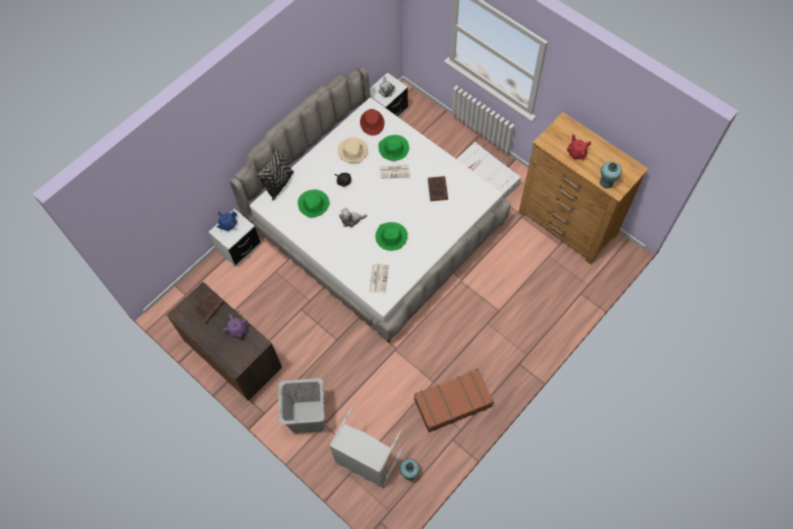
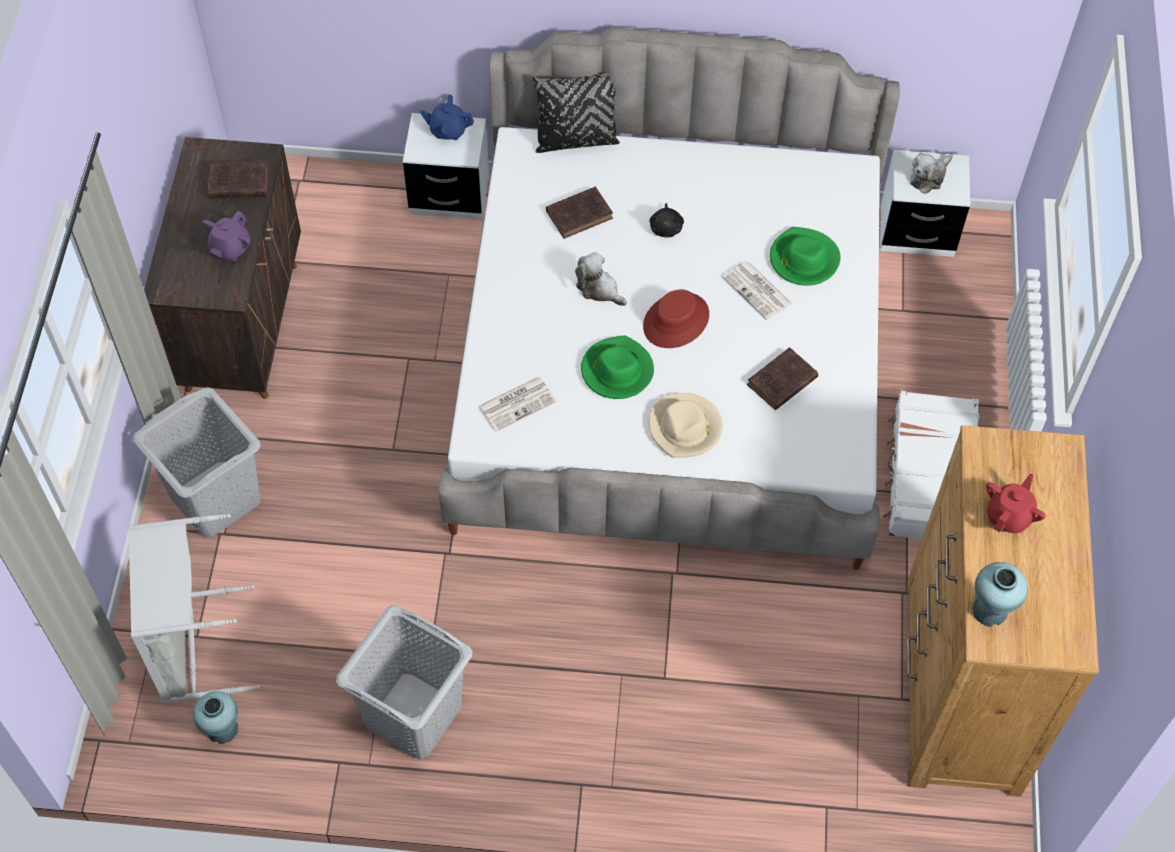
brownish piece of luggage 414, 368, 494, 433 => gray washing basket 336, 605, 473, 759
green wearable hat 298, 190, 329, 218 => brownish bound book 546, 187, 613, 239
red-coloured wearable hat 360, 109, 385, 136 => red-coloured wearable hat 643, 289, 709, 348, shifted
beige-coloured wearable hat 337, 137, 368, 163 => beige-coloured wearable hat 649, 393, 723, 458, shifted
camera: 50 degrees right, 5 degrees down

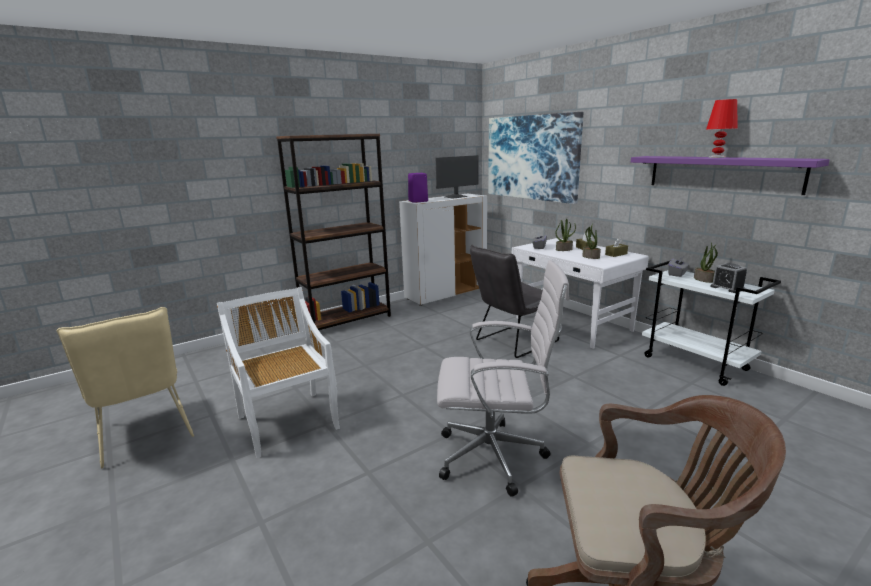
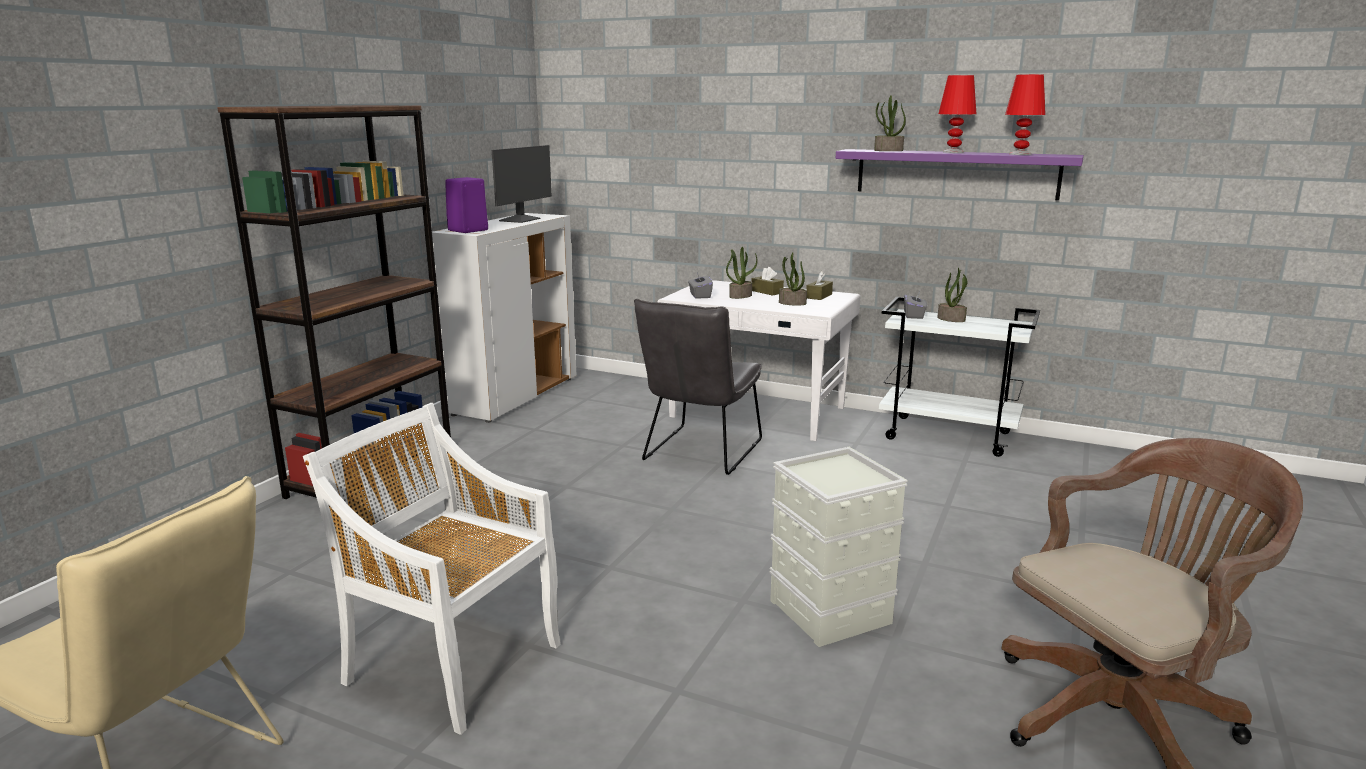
whitish computer chair 437, 260, 569, 497 => gray storage box 769, 447, 908, 647
nothing => plant in a pot 874, 95, 906, 151
nothing => red-coloured lamp for a table 1005, 74, 1046, 155
wall art 488, 112, 583, 204 => nothing
alarm clock 711, 263, 747, 293 => nothing
camera: 30 degrees left, 0 degrees up

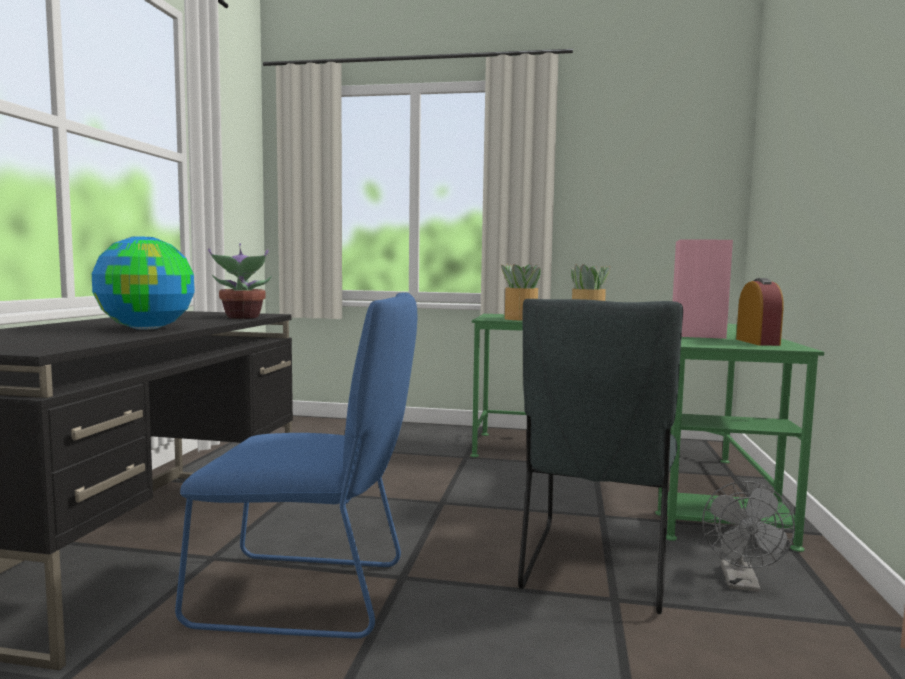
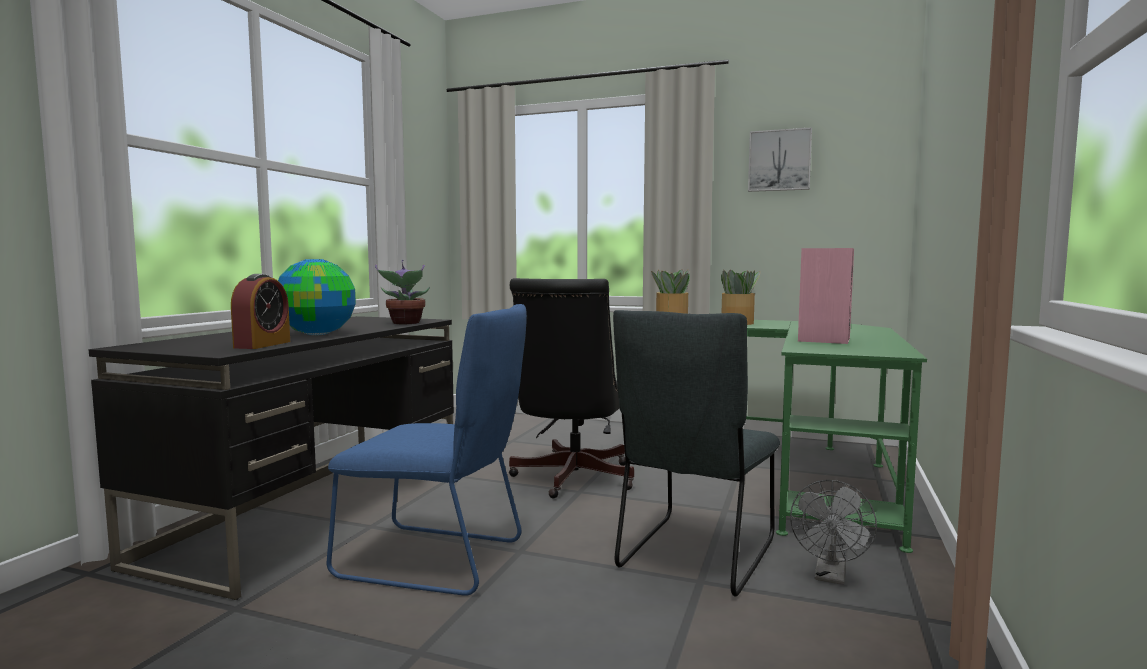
alarm clock 736, 278, 784, 346 => alarm clock 231, 274, 290, 349, shifted
nothing => black computer chair 509, 278, 634, 498
nothing => wall art 748, 127, 812, 192
camera: 10 degrees right, 0 degrees up

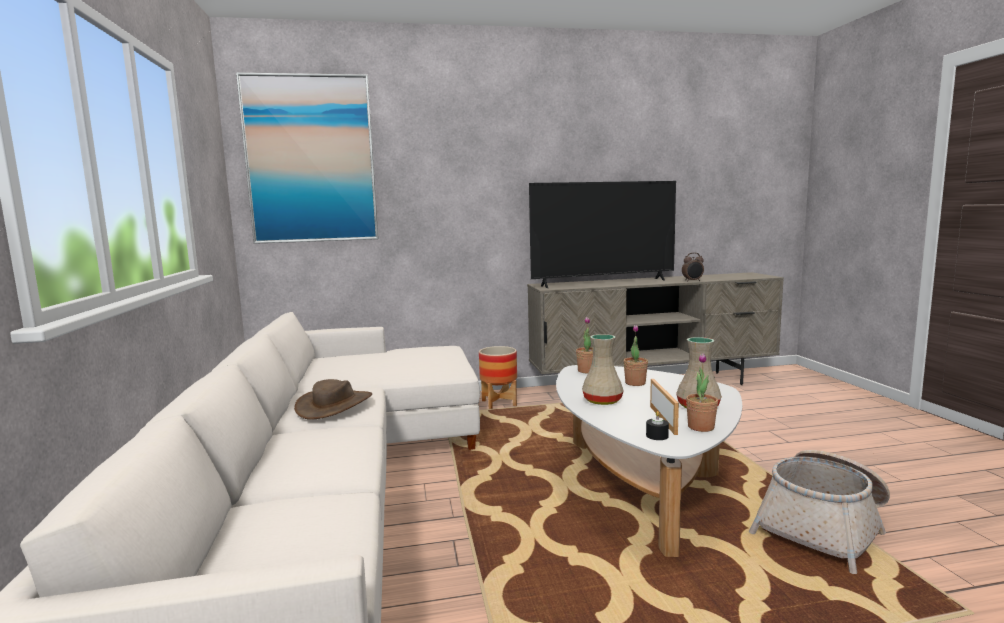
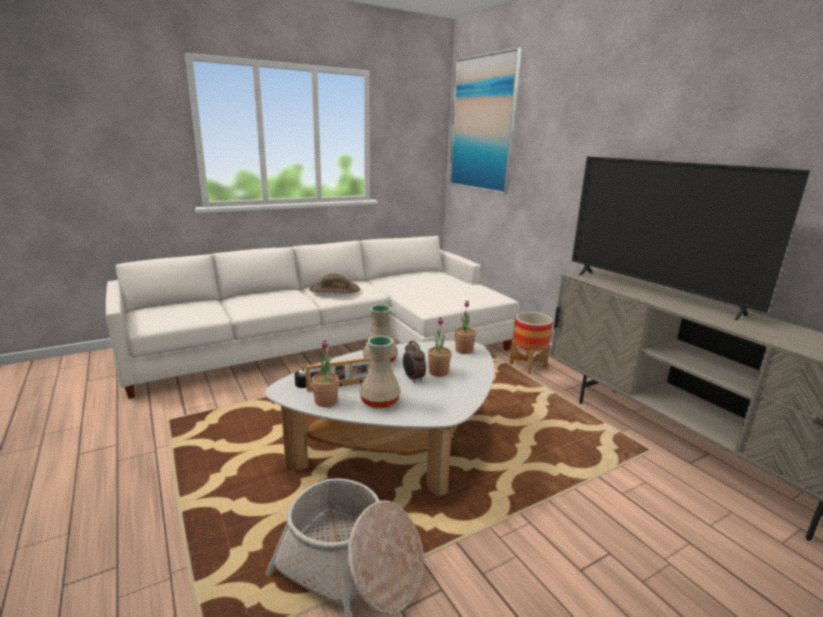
alarm clock 682, 253, 704, 281 => alarm clock 403, 340, 426, 383, shifted
camera: 70 degrees right, 10 degrees up

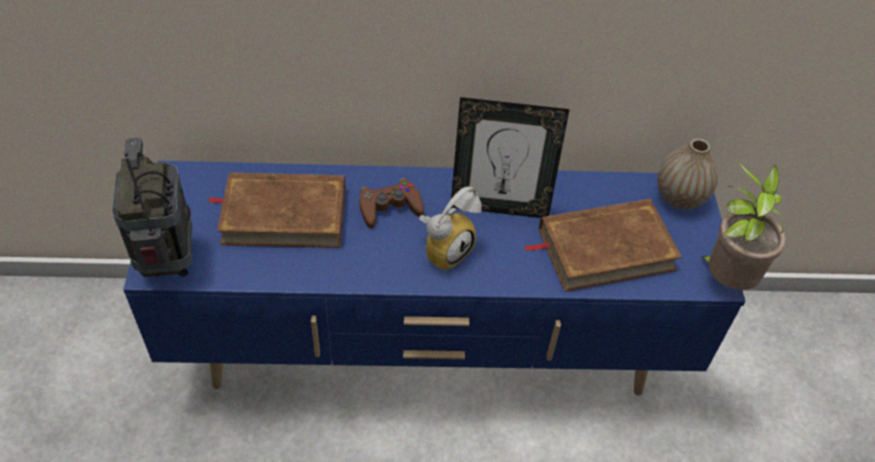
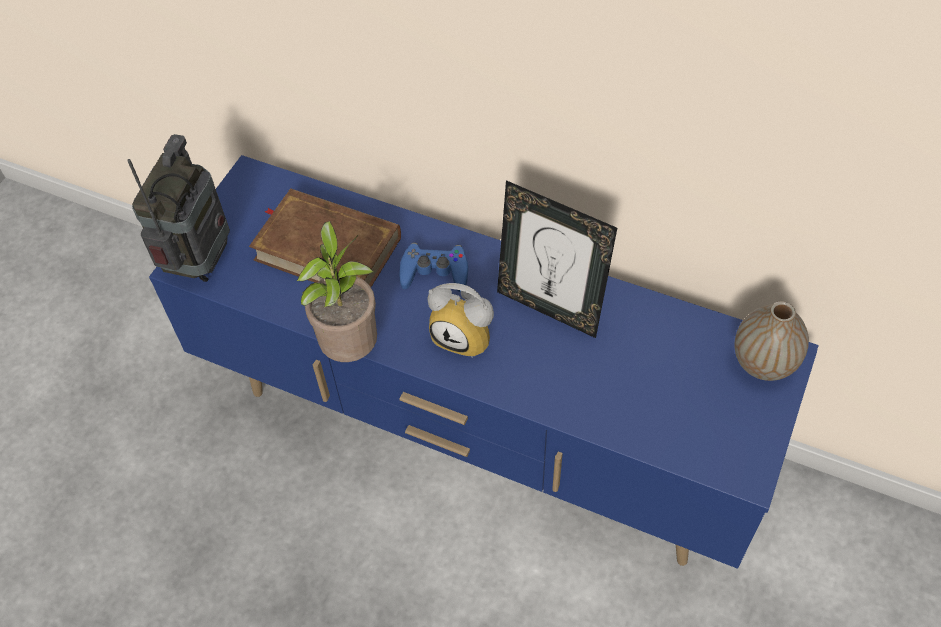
plant in a pot 702, 162, 786, 290 => plant in a pot 296, 221, 377, 362, shifted
brownish game controller 359, 178, 424, 228 => blue game controller 400, 242, 468, 292
alarm clock 419, 186, 482, 271 => alarm clock 427, 283, 494, 358, 45 degrees clockwise
brownish bound book 524, 199, 682, 292 => nothing
camera: 30 degrees right, 5 degrees up

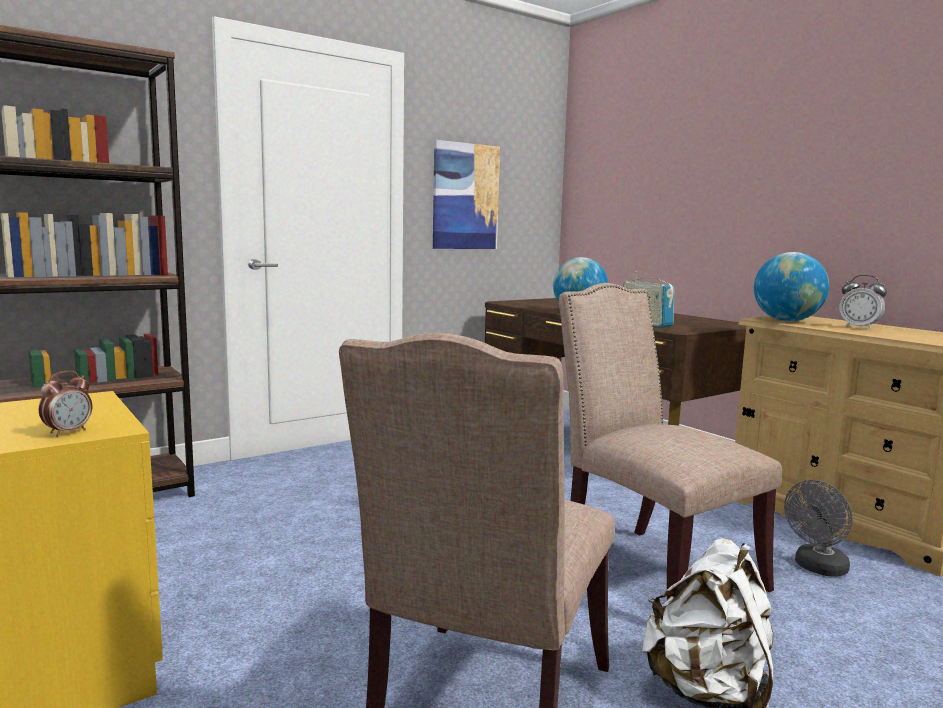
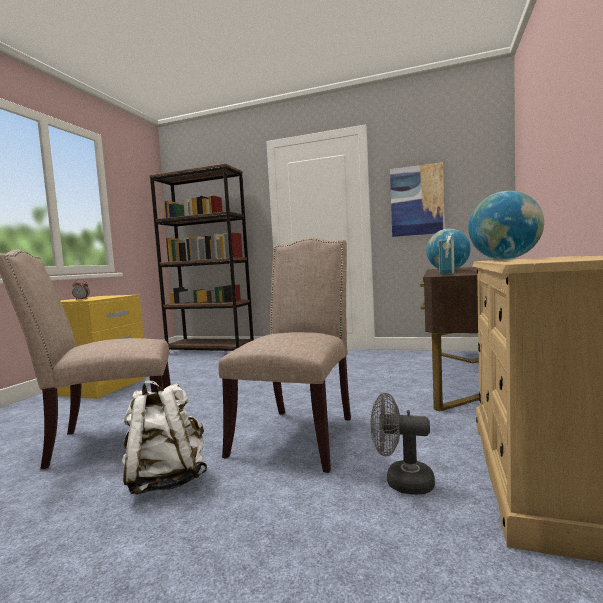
alarm clock 840, 275, 887, 330 => nothing
camera: 55 degrees right, 5 degrees down

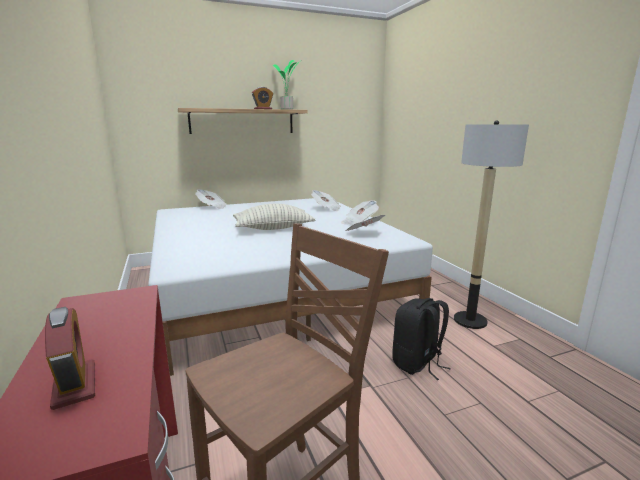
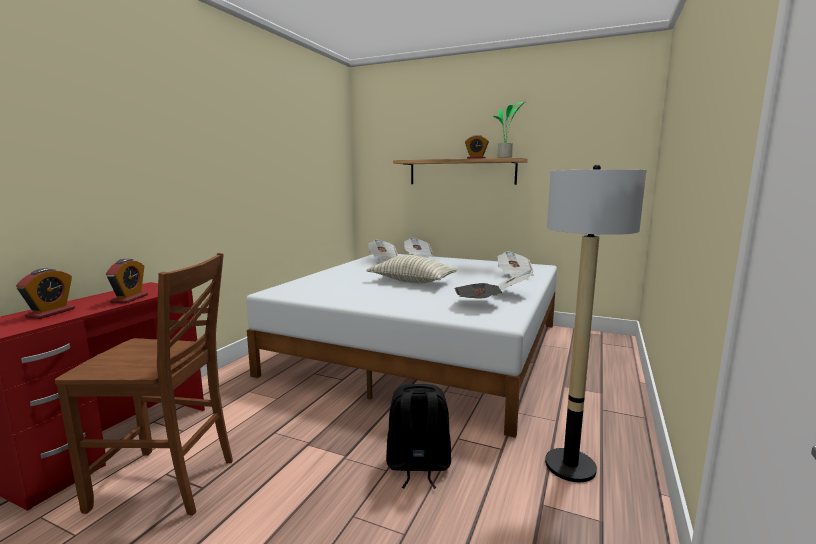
nothing => alarm clock 106, 259, 148, 303
nothing => newspaper 368, 240, 398, 262
camera: 45 degrees right, 5 degrees down

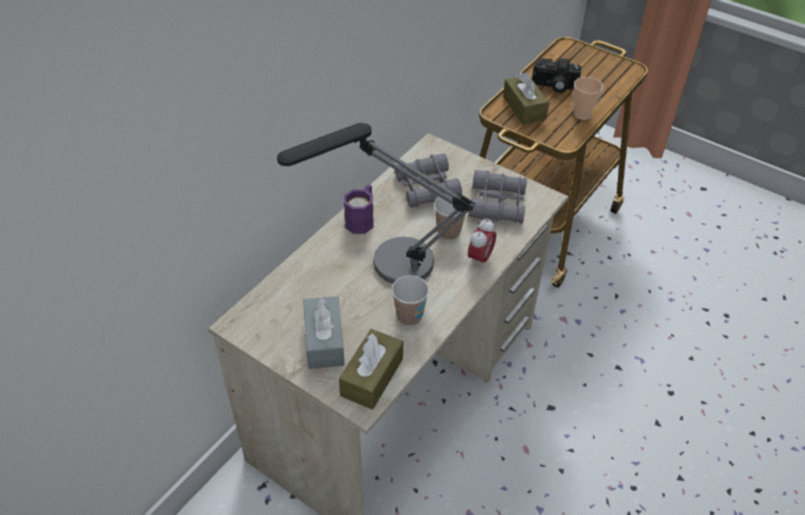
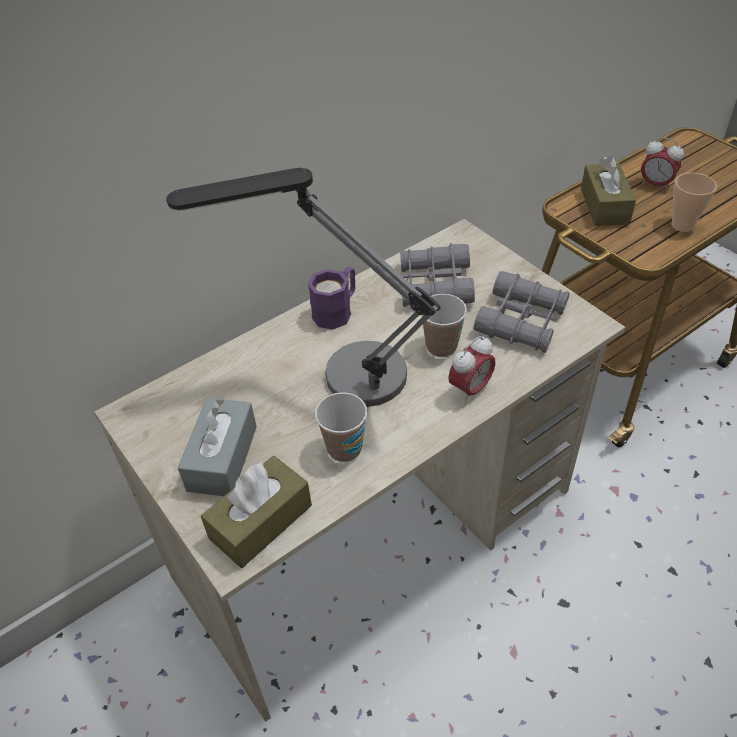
still camera 532, 58, 582, 93 => alarm clock 641, 137, 684, 191
camera: 20 degrees right, 0 degrees up

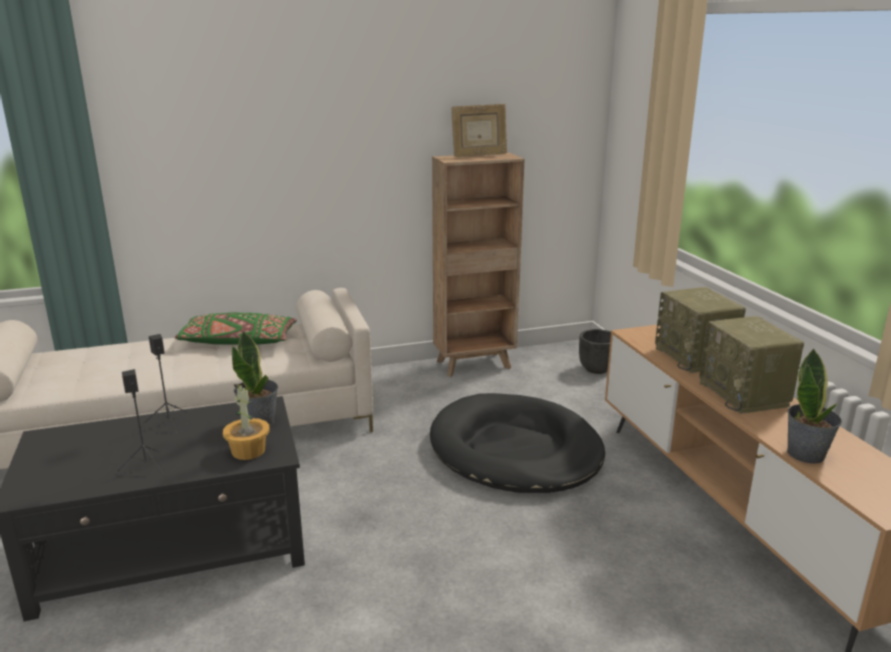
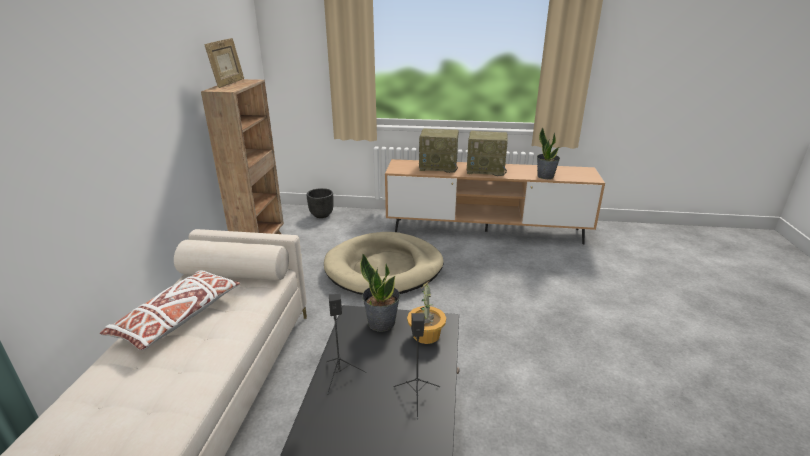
green throw pillow 175, 312, 297, 345 => whitish throw pillow 100, 270, 240, 350
black dog cushion 430, 393, 605, 493 => beige-coloured dog cushion 324, 232, 443, 295
camera: 65 degrees left, 5 degrees up

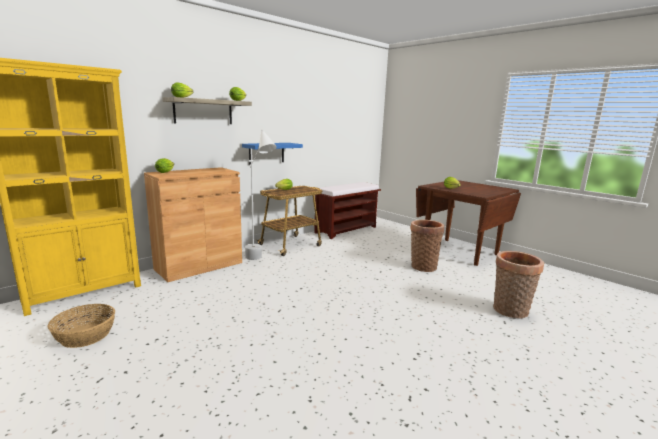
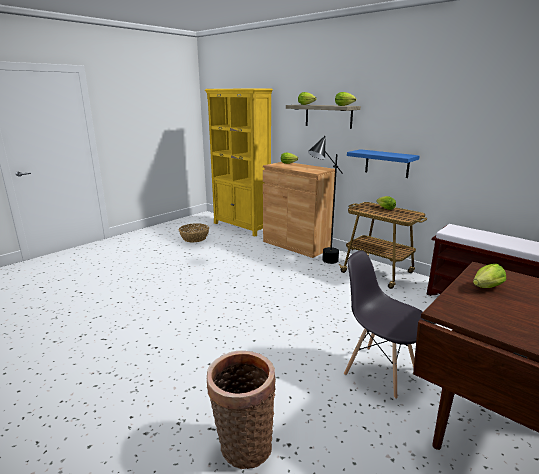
whitish standing lamp 245, 130, 277, 260 => black standing lamp 308, 136, 343, 264
storage basket 410, 220, 444, 272 => gray chair 344, 250, 425, 399
camera: 85 degrees right, 5 degrees up

